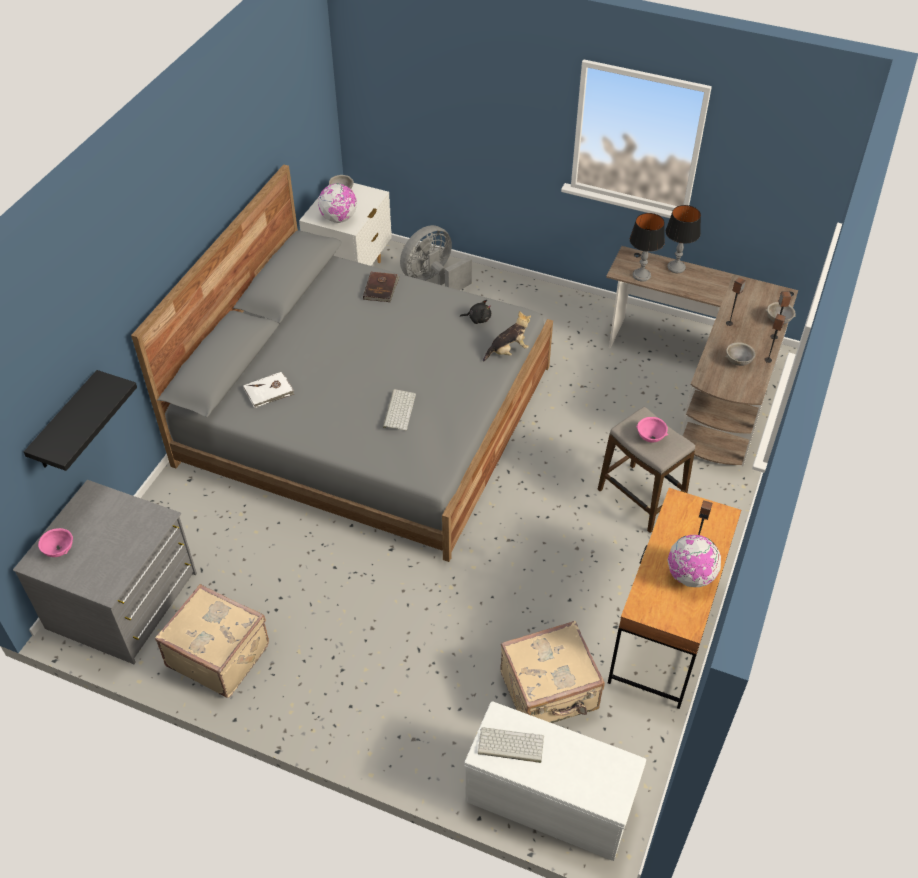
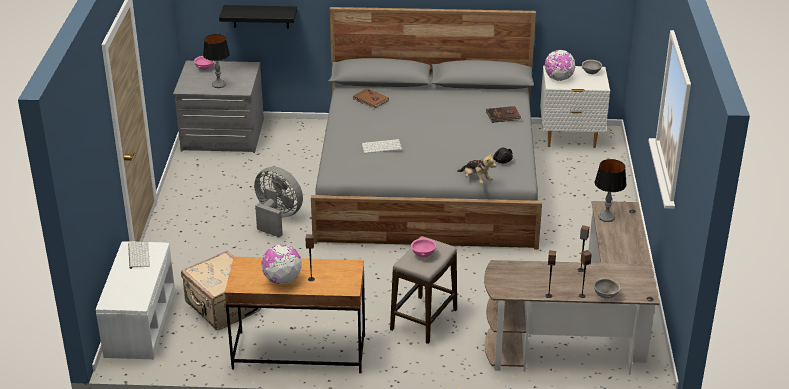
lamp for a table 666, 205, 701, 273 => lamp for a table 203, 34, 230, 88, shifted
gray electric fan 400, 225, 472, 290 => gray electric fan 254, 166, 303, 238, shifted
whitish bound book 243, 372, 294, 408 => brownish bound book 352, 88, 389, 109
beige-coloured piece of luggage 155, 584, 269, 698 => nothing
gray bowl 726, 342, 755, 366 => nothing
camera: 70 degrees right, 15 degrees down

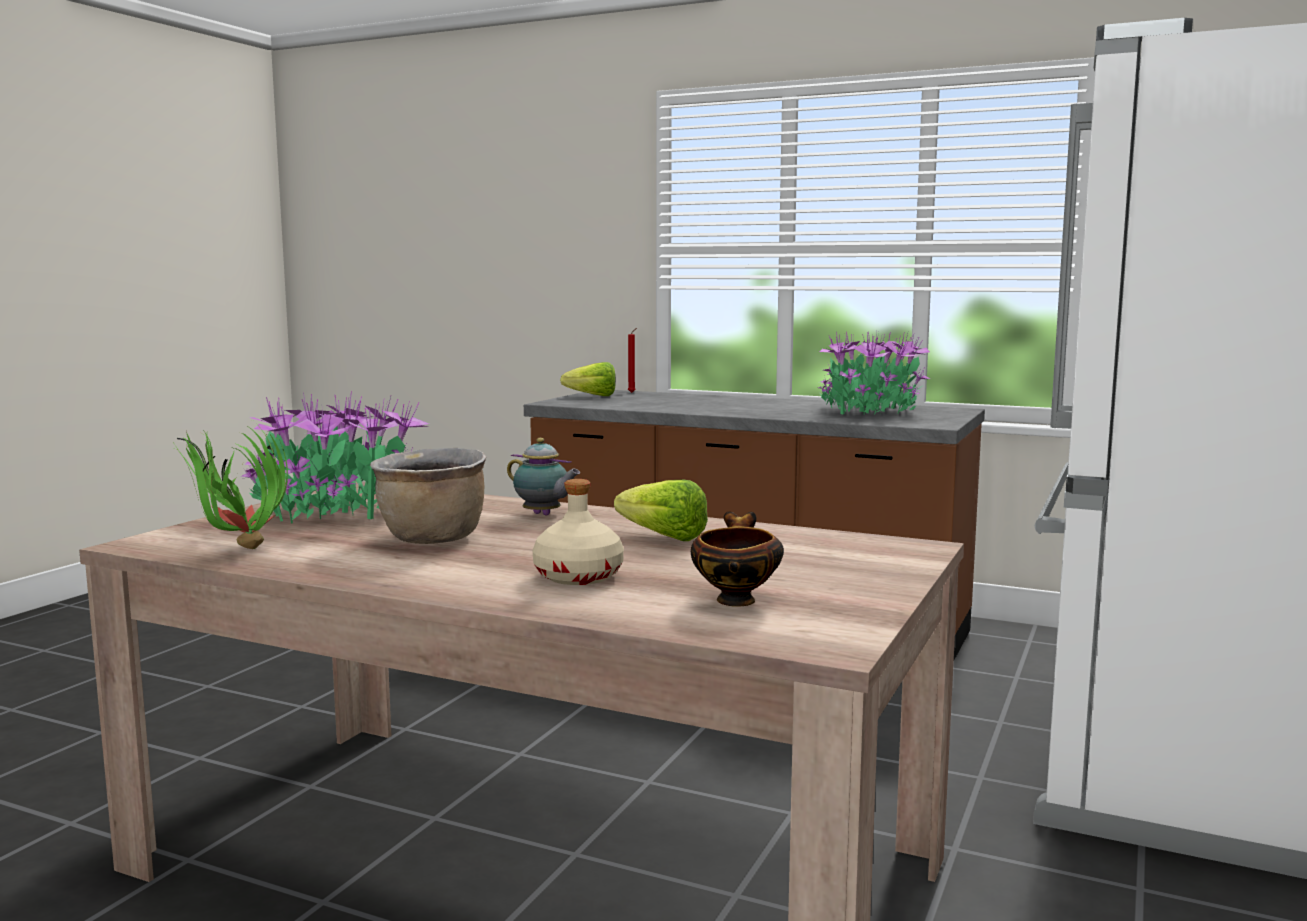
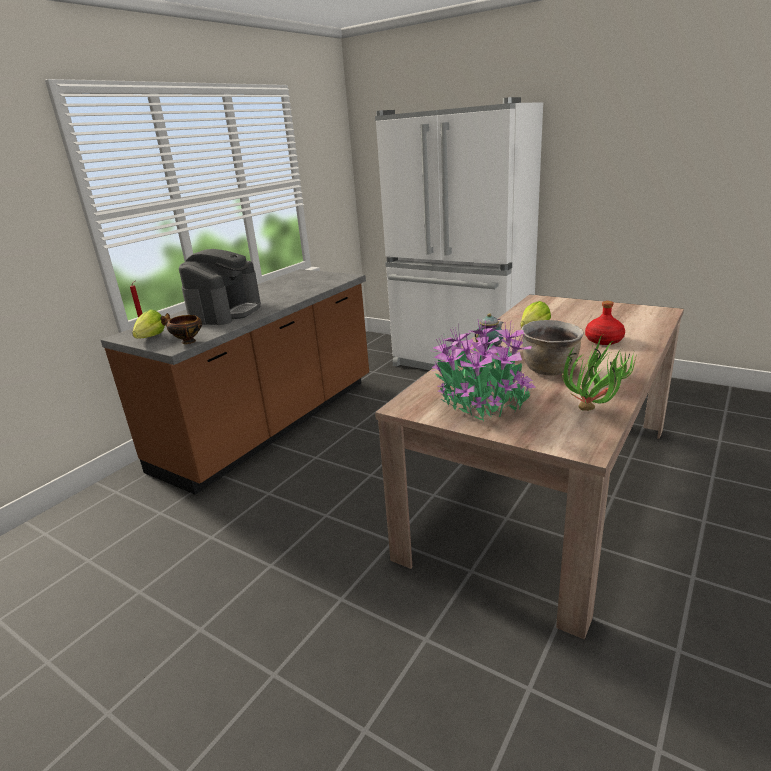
bowl 691, 511, 784, 607 => bowl 160, 313, 202, 344, shifted
nothing => coffee maker 179, 249, 261, 325
beige-coloured bottle 532, 479, 624, 585 => red-coloured bottle 585, 301, 625, 345
plant in a pot 818, 330, 930, 415 => nothing
camera: 80 degrees left, 15 degrees up

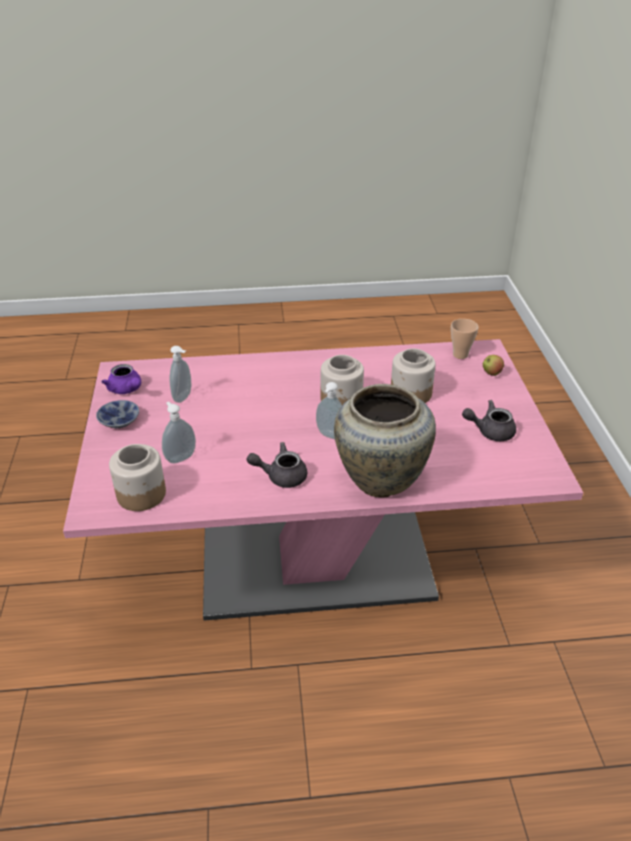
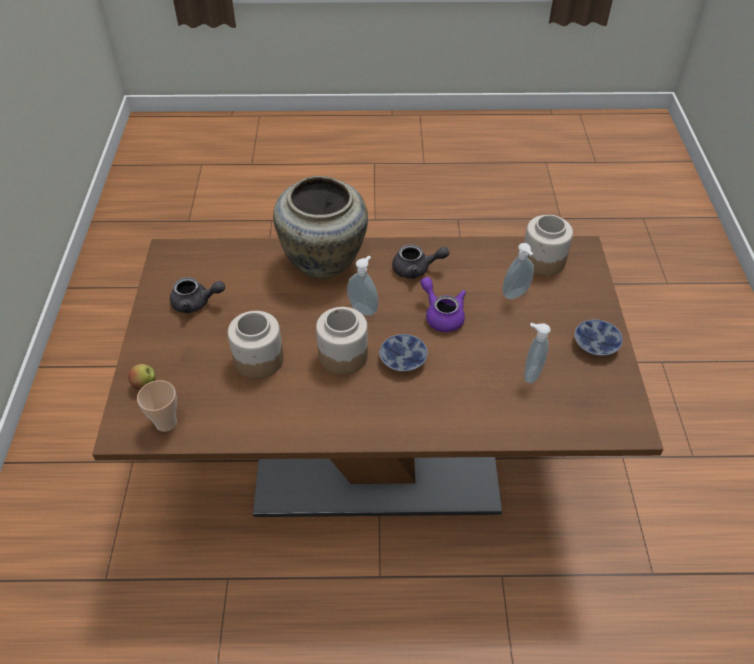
pinkish kitchen table 63, 339, 583, 621 => brownish kitchen table 92, 236, 664, 517
nothing => bowl 379, 334, 428, 372
purplish pot for tea 101, 364, 141, 394 => purplish pot for tea 420, 277, 466, 332, shifted
camera: 175 degrees left, 10 degrees up

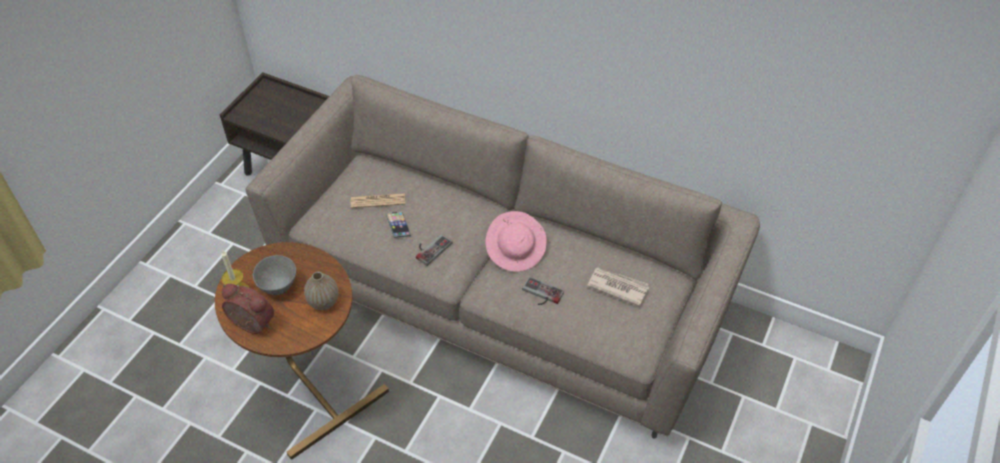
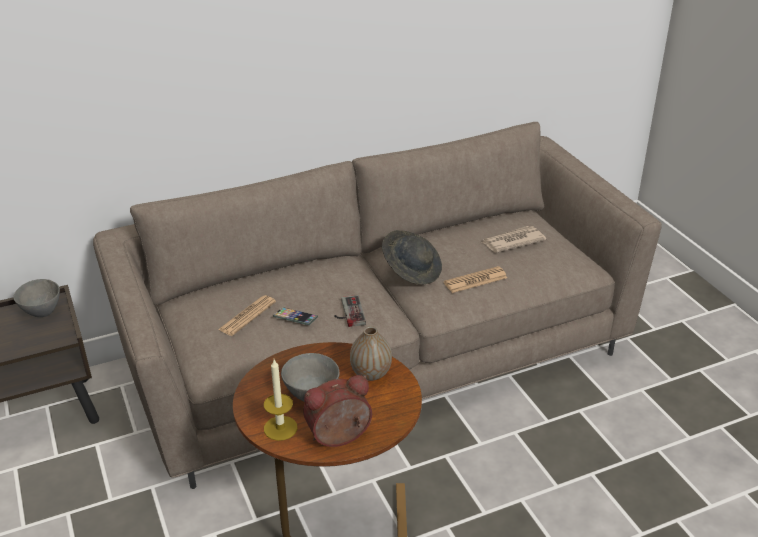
nothing => gray bowl 14, 279, 60, 317
pinkish wearable hat 485, 211, 547, 272 => gray wearable hat 382, 230, 442, 284
game controller 522, 277, 564, 305 => newspaper 444, 266, 507, 293
camera: 50 degrees left, 15 degrees down

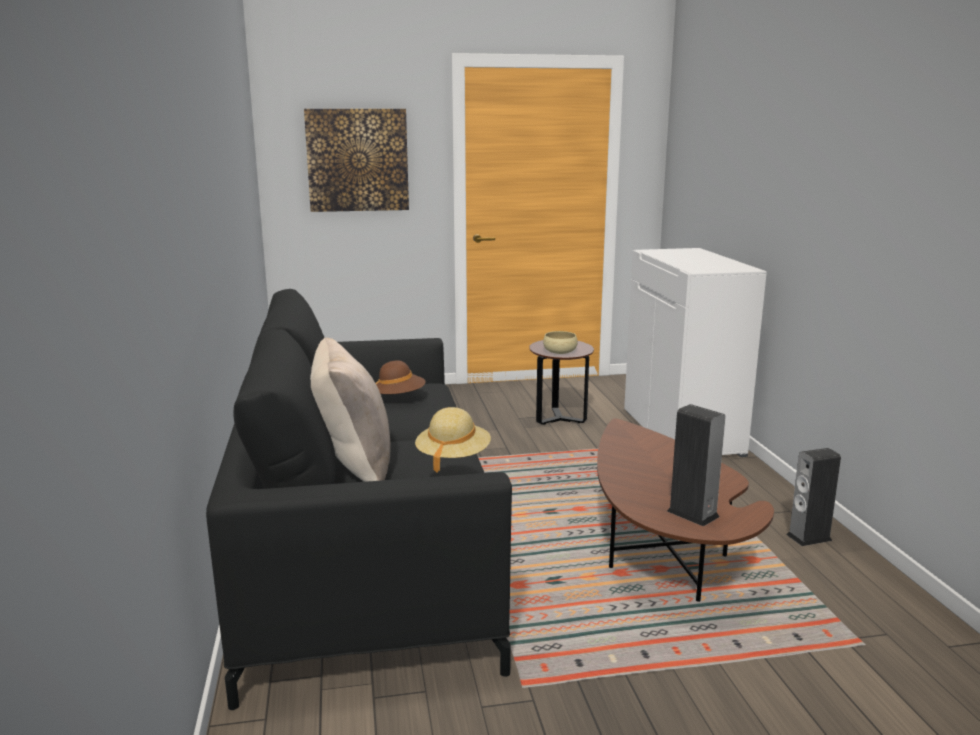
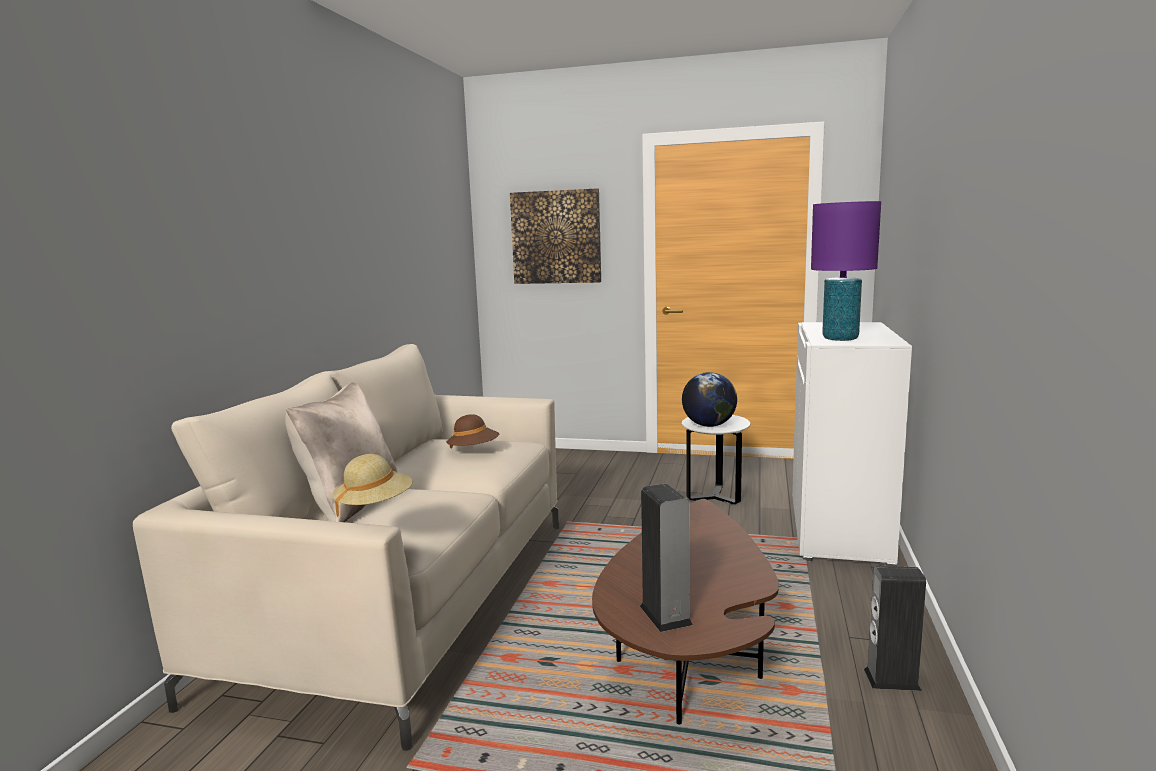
black sofa 206, 289, 512, 710 => beige-coloured sofa 133, 344, 559, 751
beige-coloured bowl 543, 331, 578, 354 => world globe 682, 372, 737, 427
brownish side table 530, 340, 594, 425 => whitish side table 682, 415, 750, 504
nothing => purplish lamp for a table 811, 201, 881, 341
camera: 25 degrees right, 5 degrees down

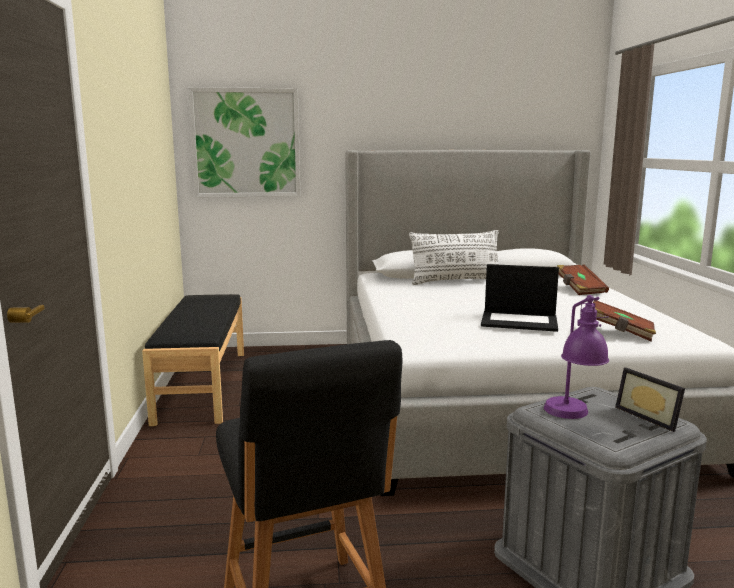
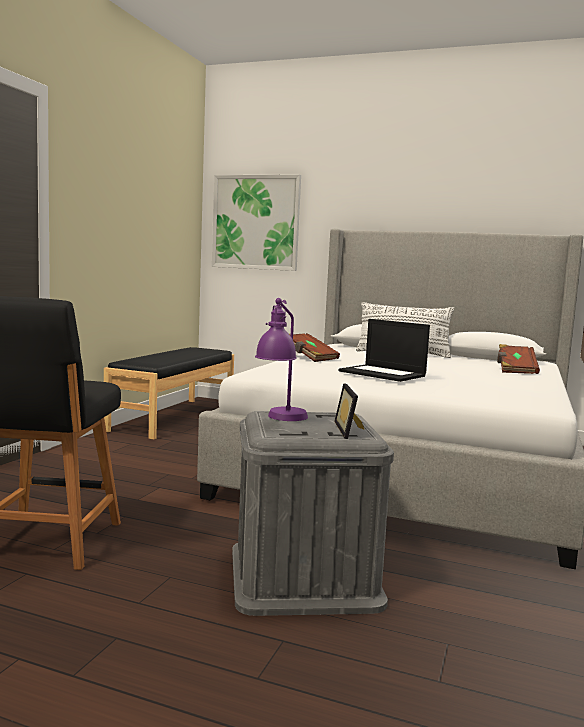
brownish bound book 593, 300, 656, 341 => brownish bound book 289, 333, 340, 362, shifted
camera: 25 degrees right, 5 degrees down

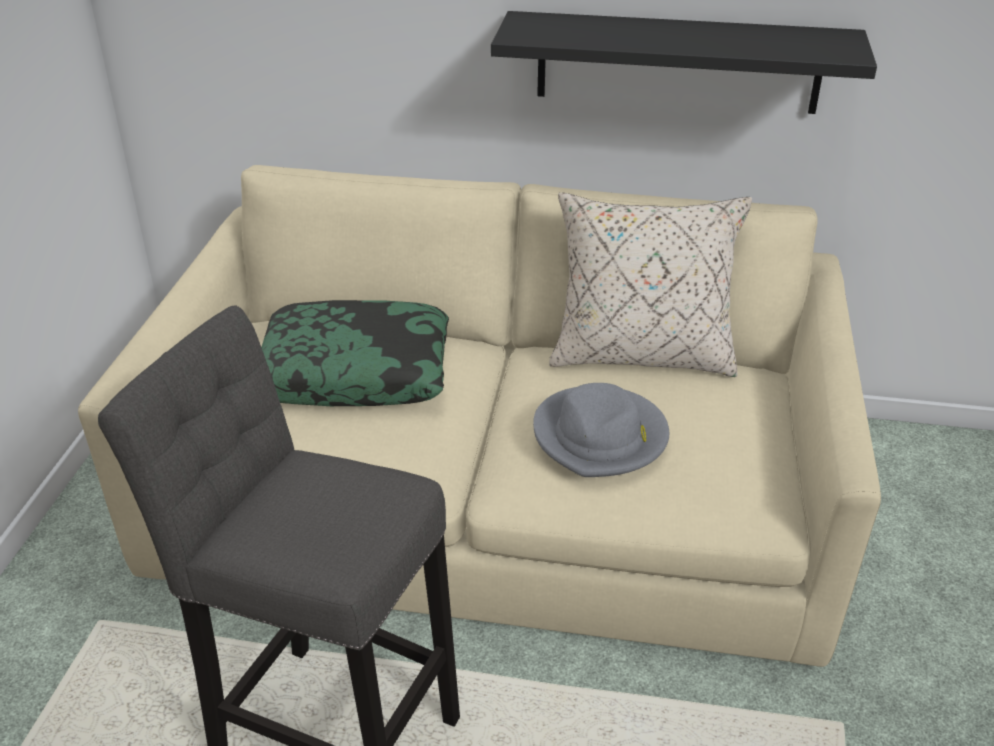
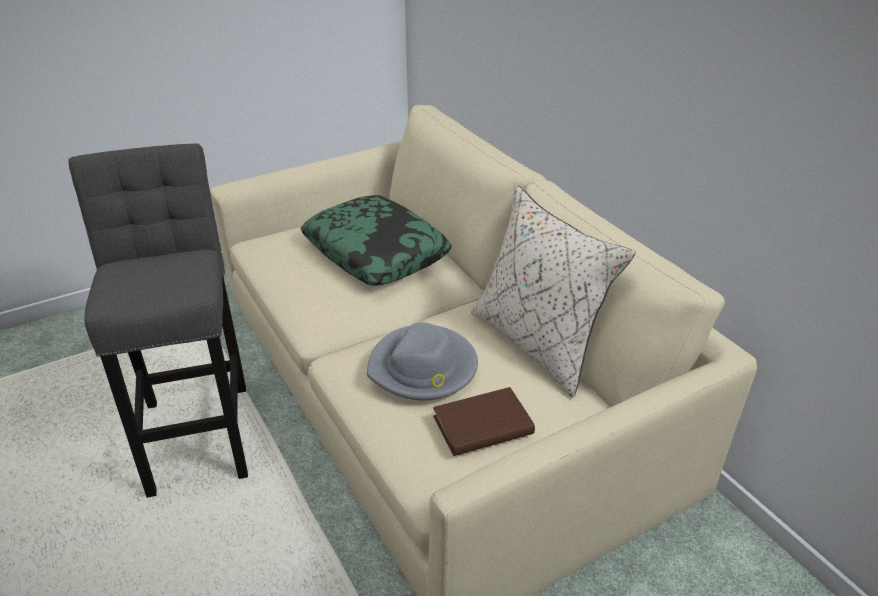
nothing => brownish bound book 433, 387, 535, 456
black bracket shelf 491, 11, 877, 114 => nothing
camera: 50 degrees right, 0 degrees up

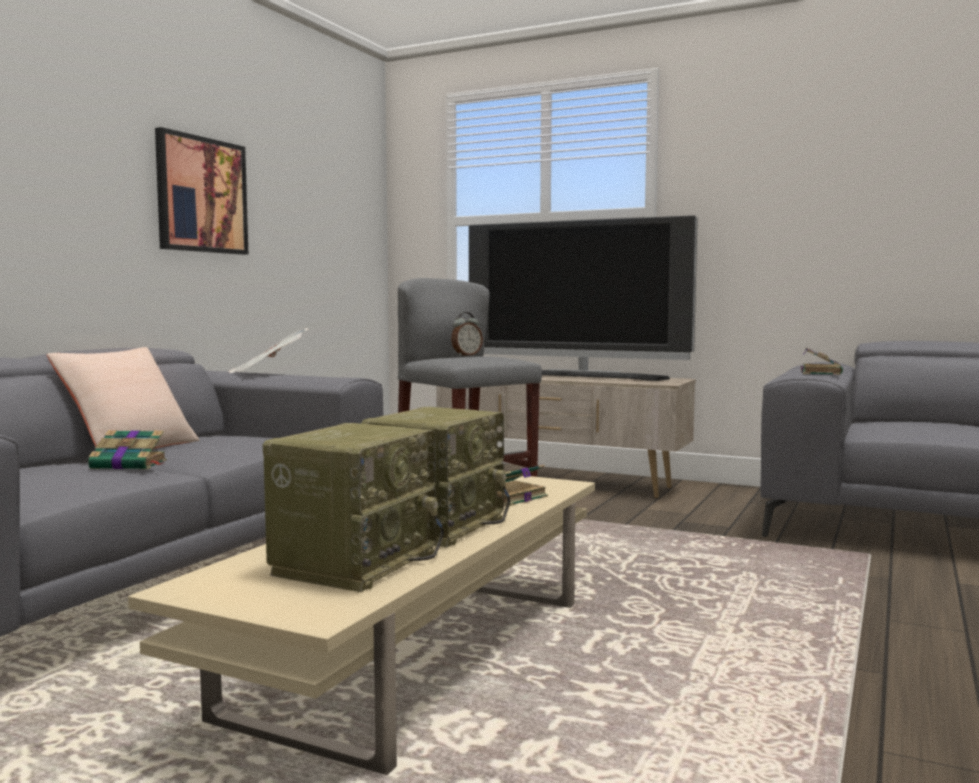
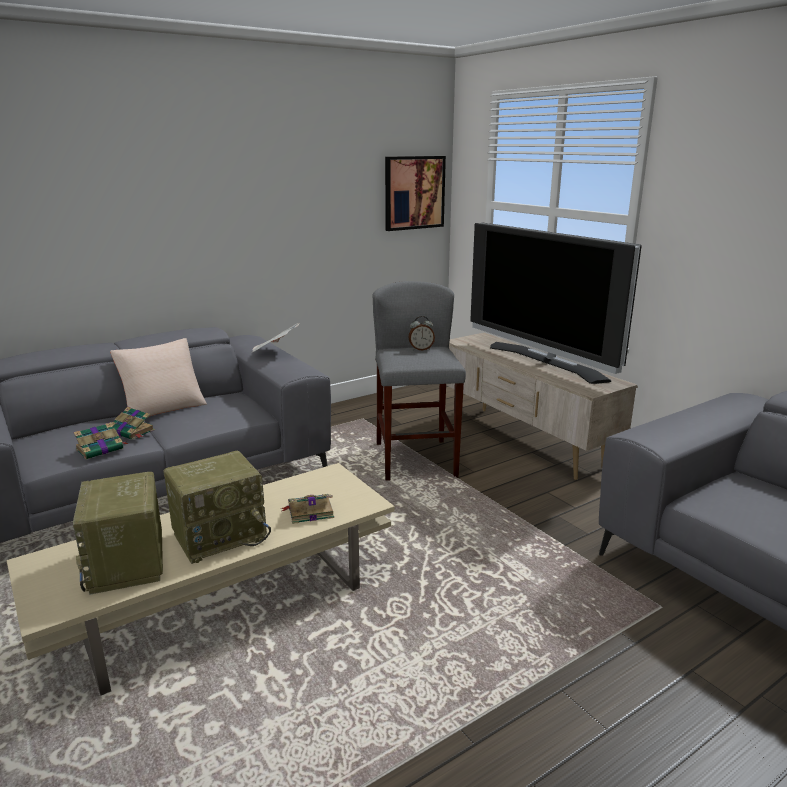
bound book 801, 348, 843, 375 => bound book 73, 422, 128, 459, shifted
radio 263, 423, 444, 592 => radio 73, 472, 163, 595, 105 degrees clockwise
wall art 155, 127, 248, 255 => wall art 385, 156, 446, 231, shifted
camera: 30 degrees right, 15 degrees up

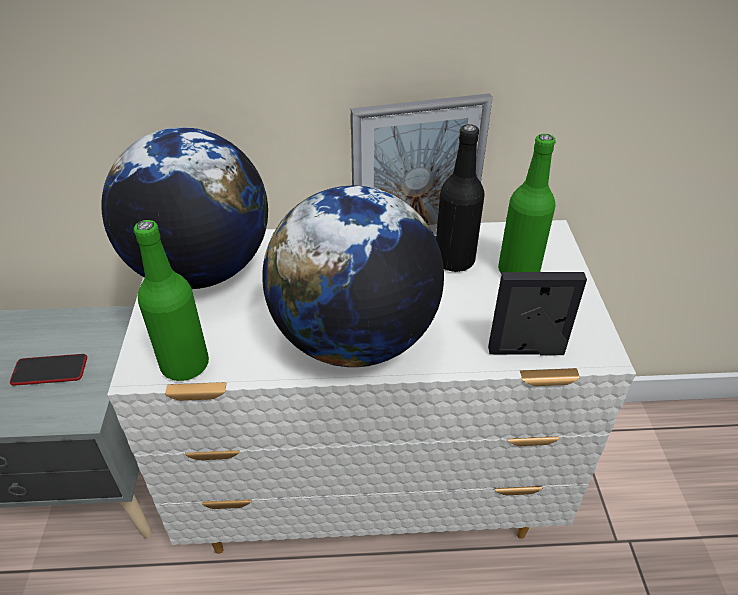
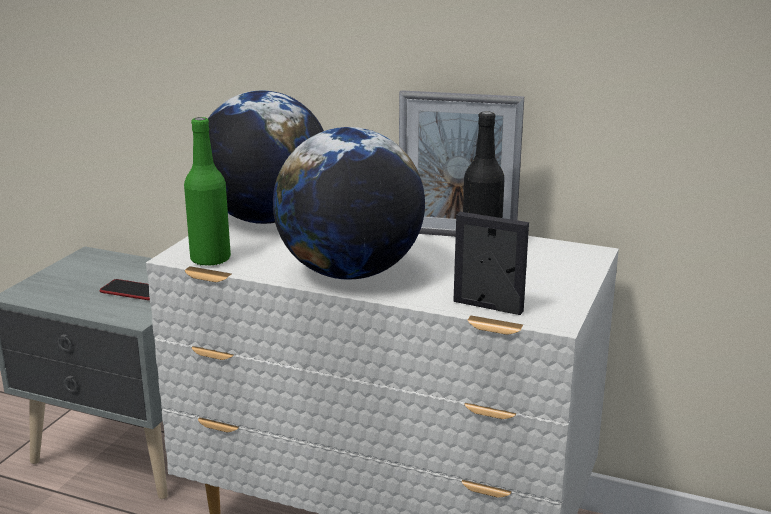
green bottle 498, 134, 556, 274 => nothing
camera: 25 degrees right, 20 degrees down

